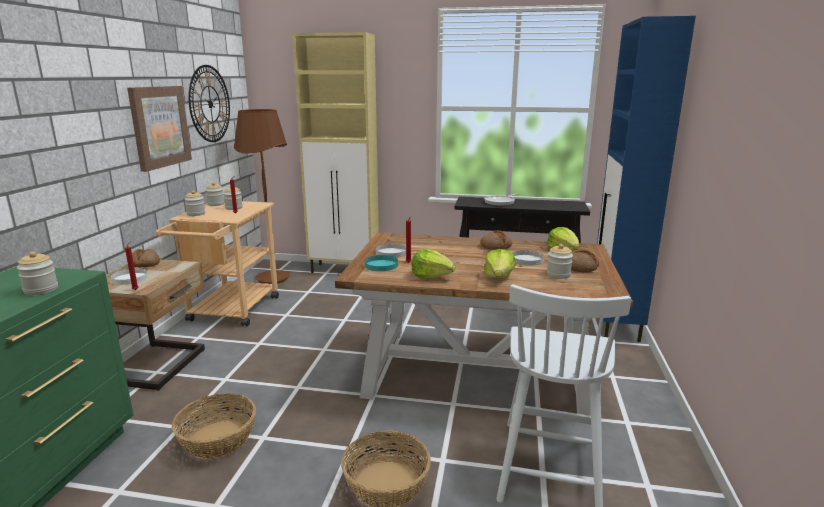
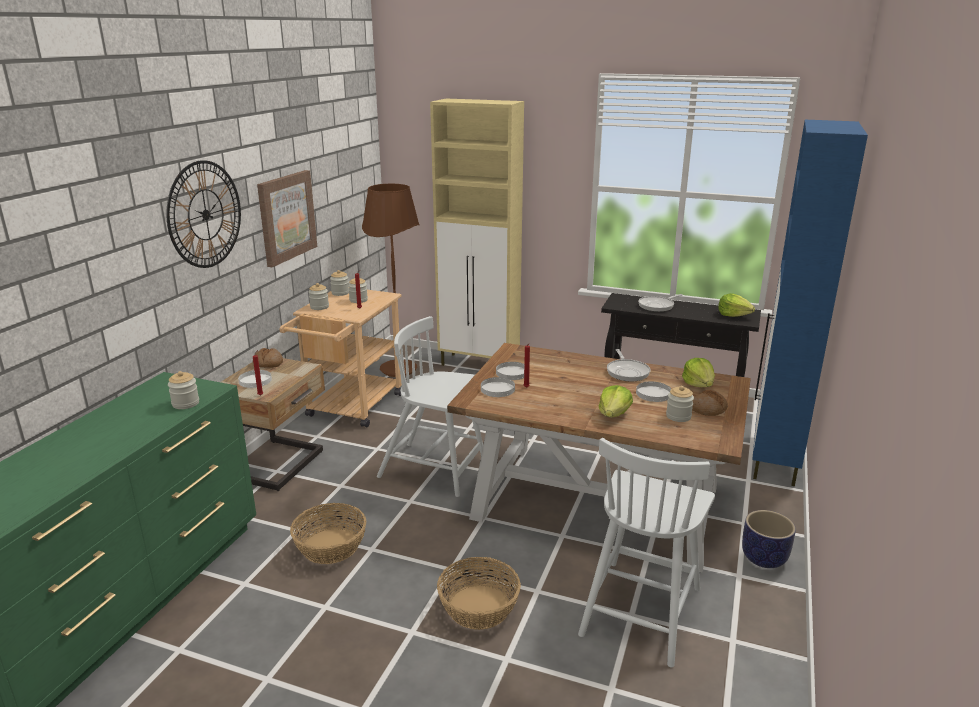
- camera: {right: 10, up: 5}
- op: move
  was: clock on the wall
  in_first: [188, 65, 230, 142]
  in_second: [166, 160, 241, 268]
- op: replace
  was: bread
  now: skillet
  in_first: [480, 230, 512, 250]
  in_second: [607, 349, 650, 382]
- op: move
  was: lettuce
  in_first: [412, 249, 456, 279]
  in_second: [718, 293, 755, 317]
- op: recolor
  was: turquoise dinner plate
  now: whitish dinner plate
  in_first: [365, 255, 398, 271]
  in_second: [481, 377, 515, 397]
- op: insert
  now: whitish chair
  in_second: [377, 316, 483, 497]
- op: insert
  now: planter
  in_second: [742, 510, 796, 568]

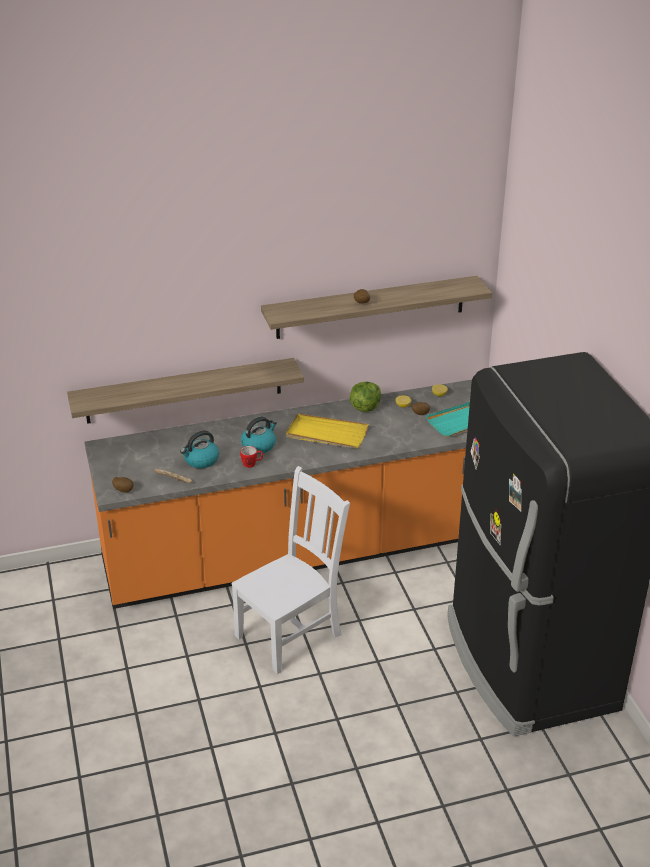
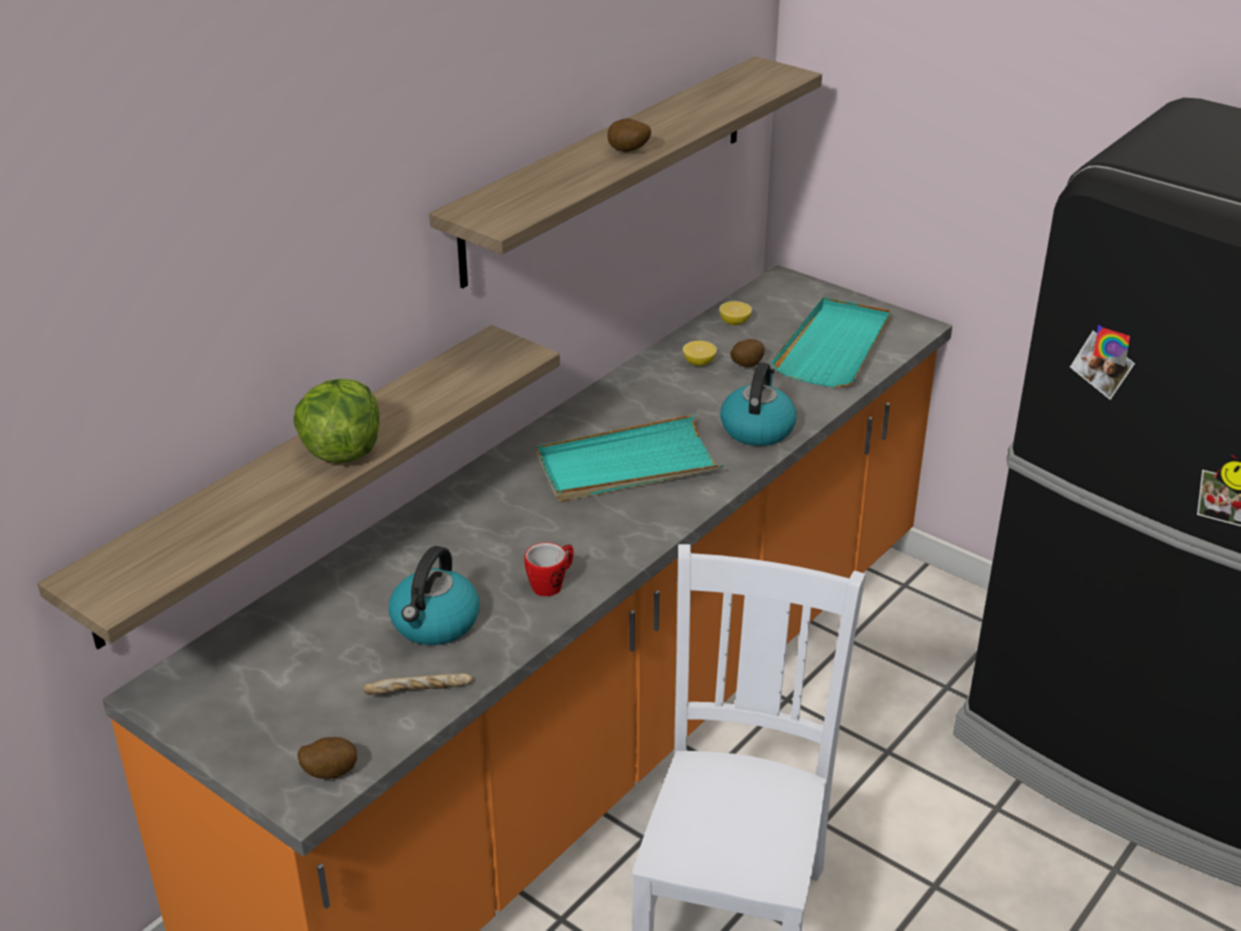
- camera: {right: -35, up: 0}
- op: move
  was: lettuce
  in_first: [350, 382, 381, 412]
  in_second: [293, 379, 379, 463]
- op: recolor
  was: yellow serving tray
  now: turquoise serving tray
  in_first: [286, 414, 368, 449]
  in_second: [536, 415, 724, 502]
- op: move
  was: tea kettle
  in_first: [241, 417, 277, 454]
  in_second: [720, 363, 797, 446]

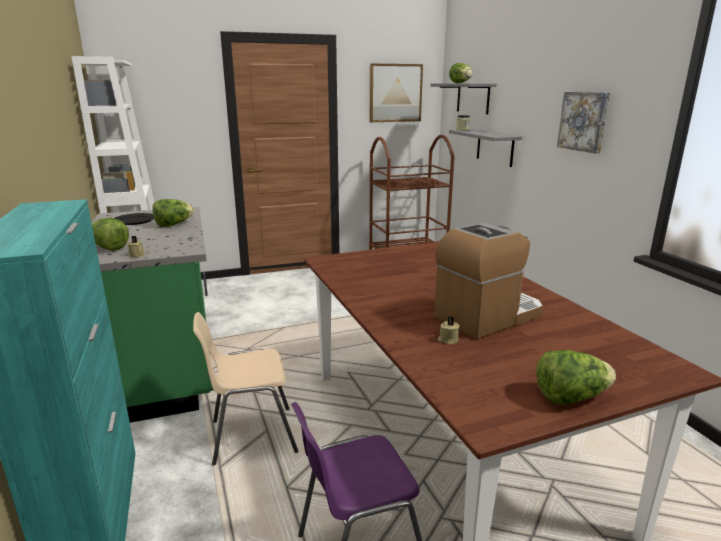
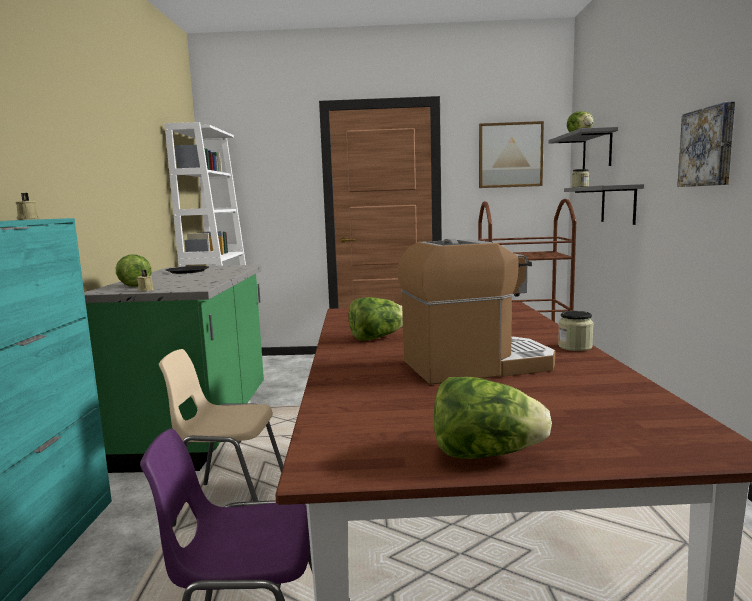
- camera: {right: 20, up: -10}
- op: move
  was: lettuce
  in_first: [152, 199, 194, 227]
  in_second: [349, 297, 403, 341]
- op: move
  was: beige candle
  in_first: [438, 317, 459, 345]
  in_second: [15, 193, 39, 220]
- op: insert
  now: jar
  in_second: [558, 311, 593, 351]

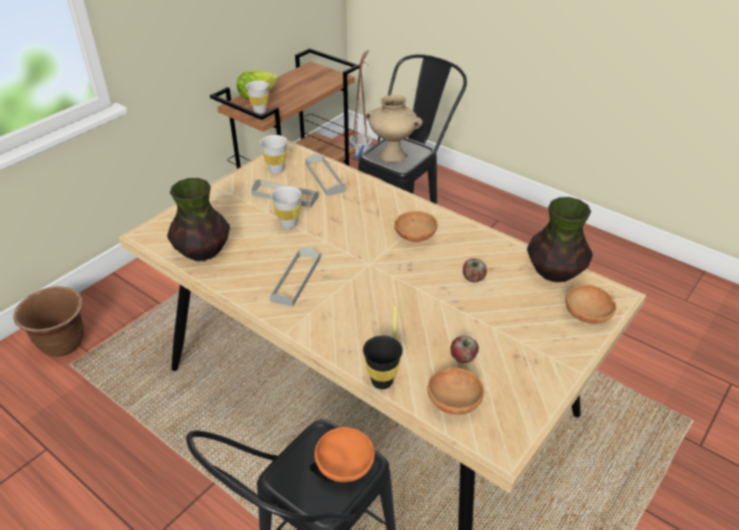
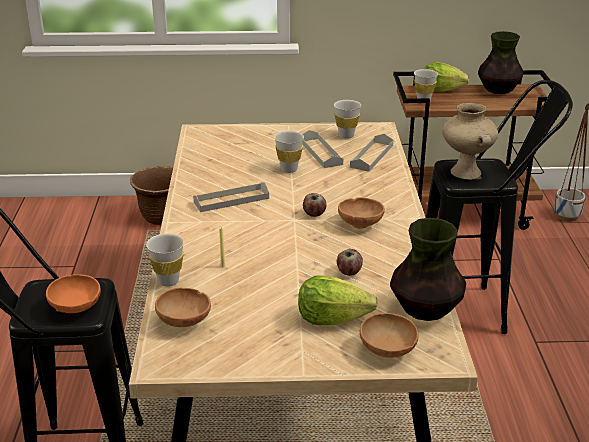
- camera: {right: 50, up: -10}
- op: move
  was: decorative vase
  in_first: [167, 178, 230, 261]
  in_second: [478, 31, 524, 94]
- op: recolor
  was: black small cup
  now: whitish small cup
  in_first: [363, 335, 403, 389]
  in_second: [146, 234, 184, 287]
- op: move
  was: apple fruit
  in_first: [450, 336, 479, 363]
  in_second: [303, 193, 326, 217]
- op: insert
  now: lettuce
  in_second: [298, 275, 378, 325]

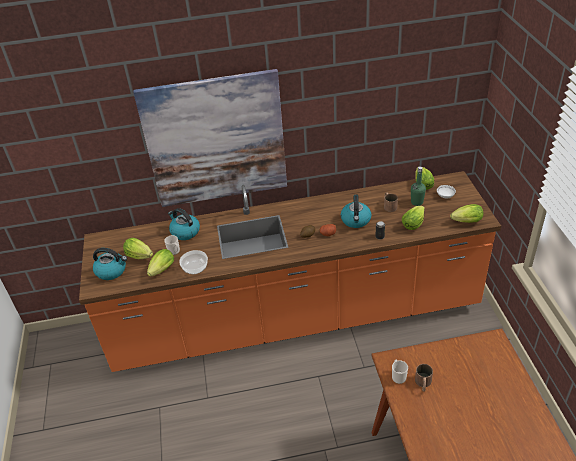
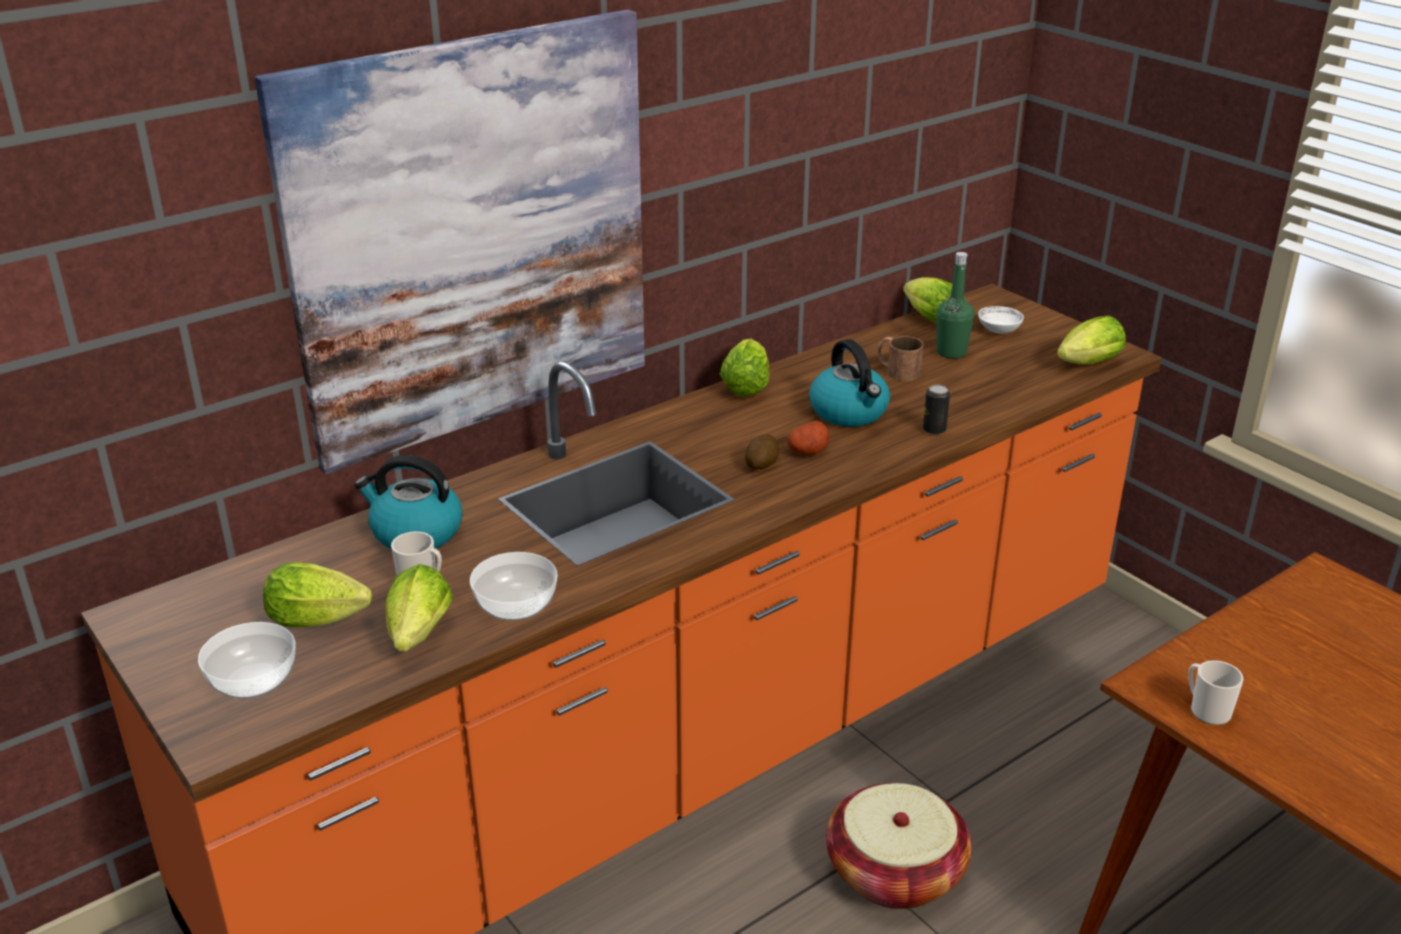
- camera: {right: -30, up: -10}
- op: move
  was: lettuce
  in_first: [402, 206, 425, 230]
  in_second: [720, 339, 769, 396]
- op: replace
  was: tea kettle
  now: deep dish
  in_first: [93, 248, 127, 280]
  in_second: [198, 622, 296, 699]
- op: delete
  was: brown-coloured coffee mug
  in_first: [415, 364, 433, 392]
- op: insert
  now: storage basket
  in_second: [826, 783, 972, 909]

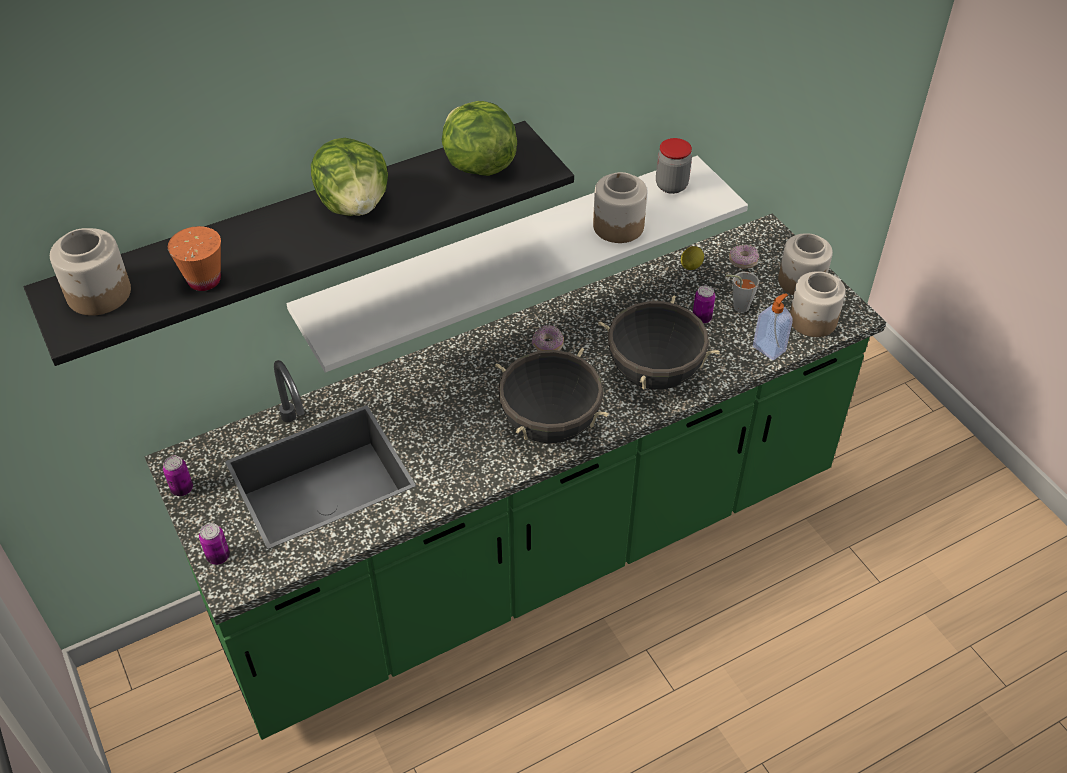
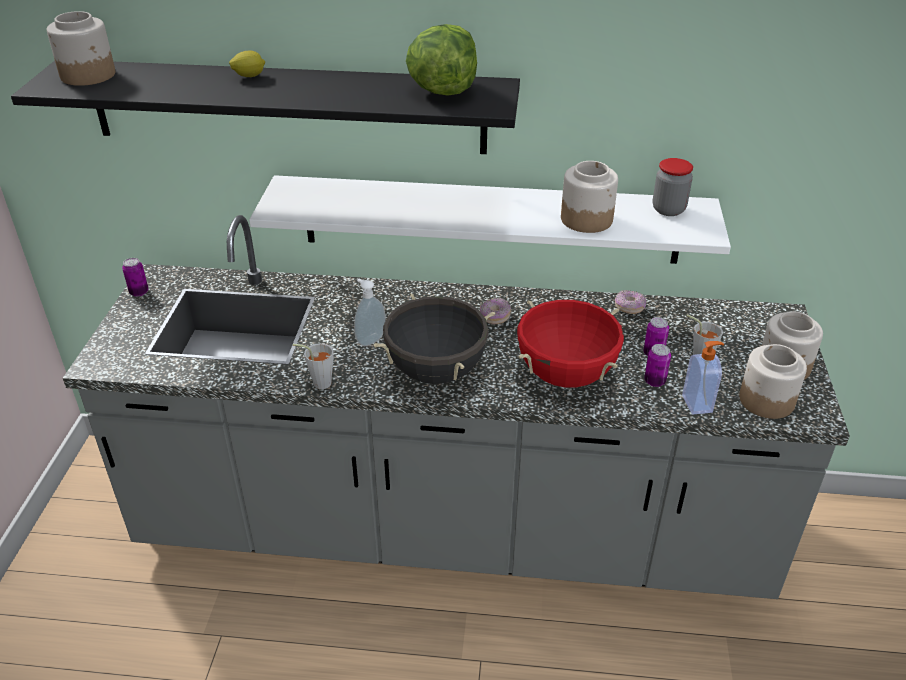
- camera: {right: 35, up: -10}
- op: delete
  was: lettuce
  in_first: [311, 138, 388, 216]
- op: recolor
  was: green counter
  now: gray counter
  in_first: [144, 213, 886, 740]
  in_second: [63, 215, 850, 599]
- op: delete
  was: orangey small cup
  in_first: [168, 226, 221, 291]
- op: move
  was: ring doughnut
  in_first: [729, 245, 759, 269]
  in_second: [615, 290, 646, 314]
- op: move
  was: whole lemon
  in_first: [681, 246, 704, 270]
  in_second: [229, 51, 265, 77]
- op: recolor
  was: black cooking pot
  now: red cooking pot
  in_first: [598, 296, 720, 390]
  in_second: [517, 300, 624, 388]
- op: move
  was: sealed can
  in_first: [199, 523, 230, 565]
  in_second: [644, 344, 671, 387]
- op: insert
  now: liquid soap bottle
  in_second: [354, 278, 386, 346]
- op: insert
  now: gray small cup
  in_second: [293, 343, 334, 389]

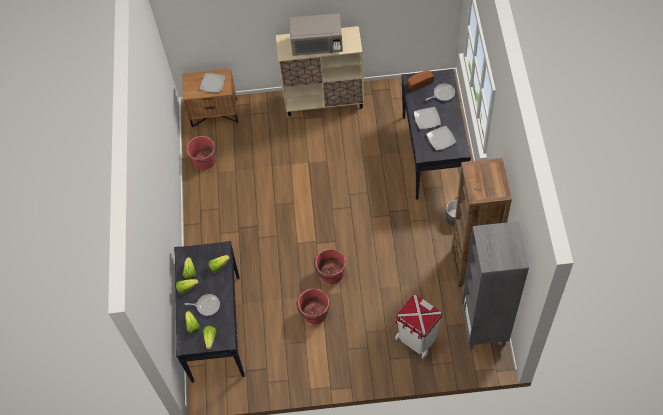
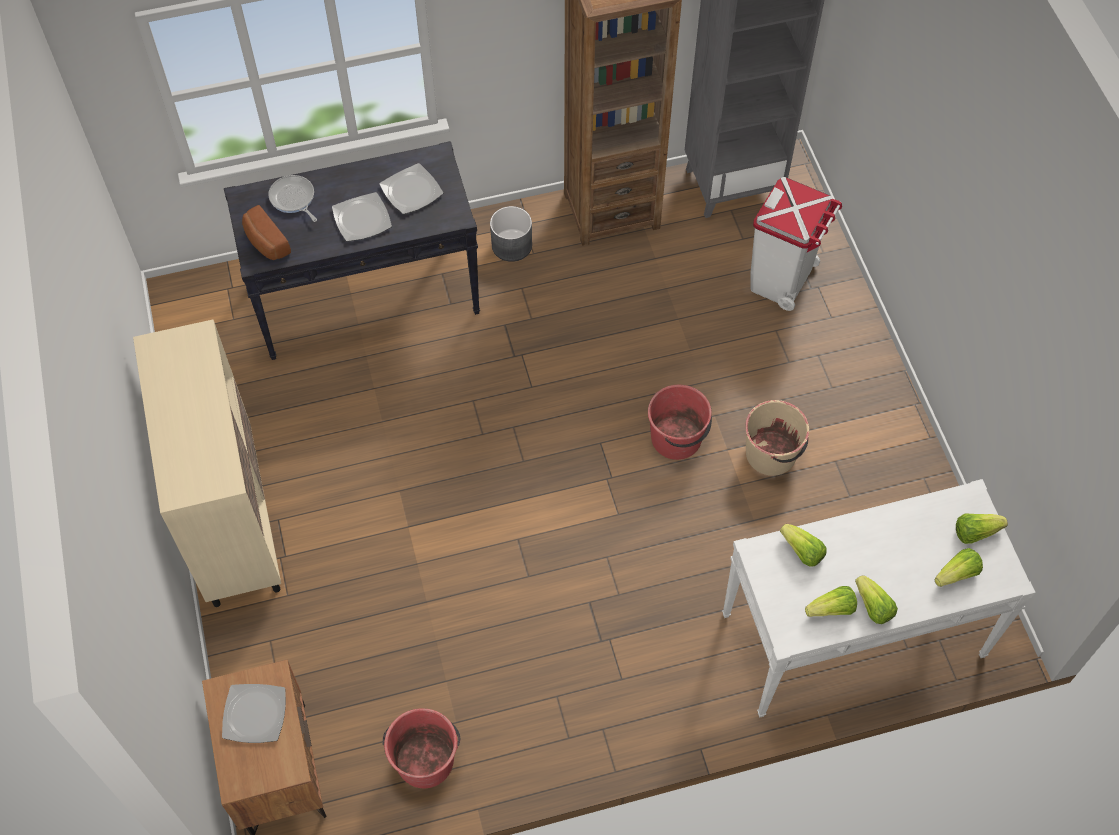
- camera: {right: -105, up: 0}
- op: delete
  was: gray microwave
  in_first: [289, 13, 343, 56]
- op: recolor
  was: black hall table
  now: whitish hall table
  in_first: [174, 241, 245, 383]
  in_second: [722, 479, 1036, 718]
- op: recolor
  was: red pail
  now: beige pail
  in_first: [297, 288, 329, 324]
  in_second: [745, 400, 809, 476]
- op: delete
  was: skillet
  in_first: [185, 294, 220, 316]

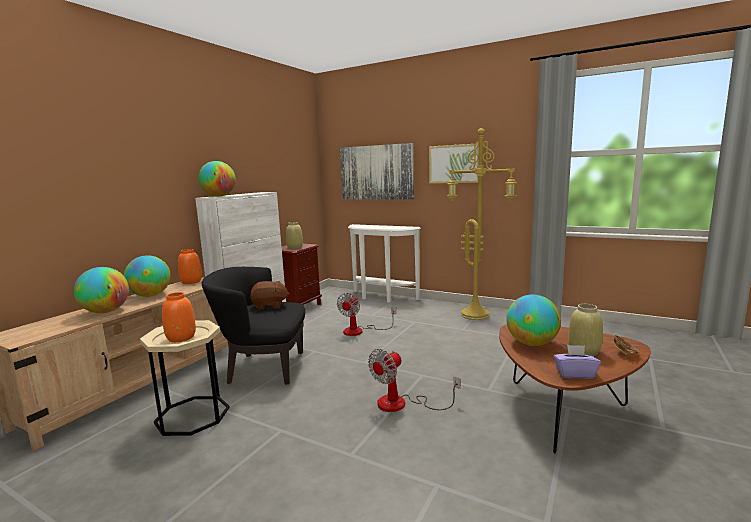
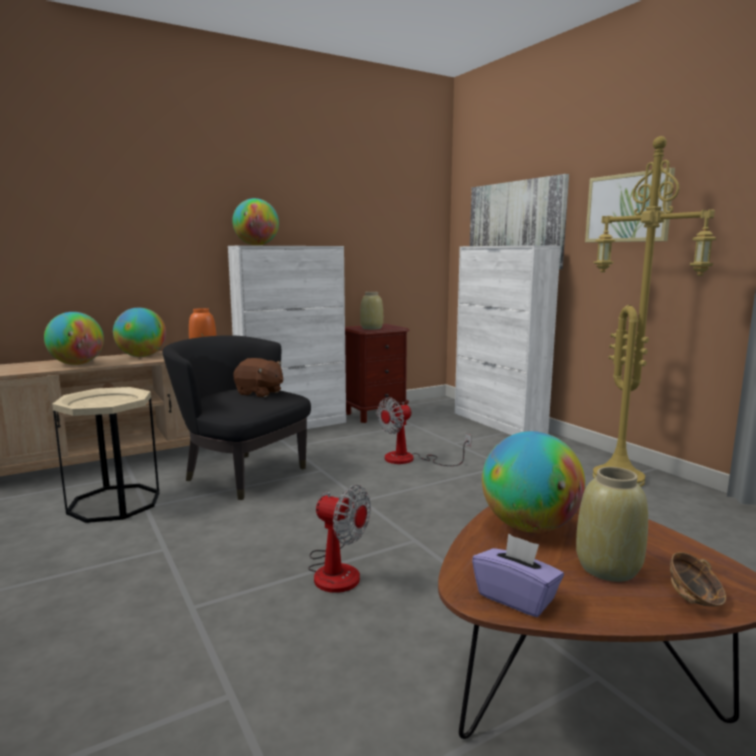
- camera: {right: 30, up: 0}
- op: replace
  was: whitish hall table
  now: whitish storage cabinet
  in_first: [348, 224, 421, 303]
  in_second: [455, 245, 561, 435]
- op: delete
  was: orangey decorative vase
  in_first: [162, 292, 196, 342]
- op: rotate
  was: fan
  in_first: [368, 349, 460, 412]
  in_second: [308, 485, 371, 593]
  clockwise: -135

